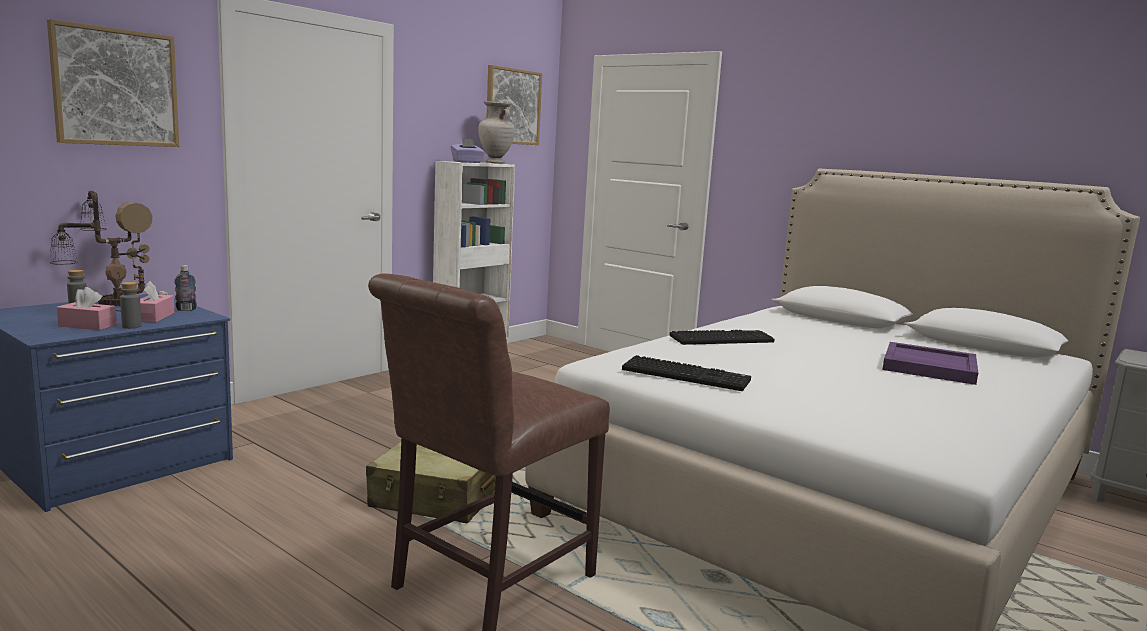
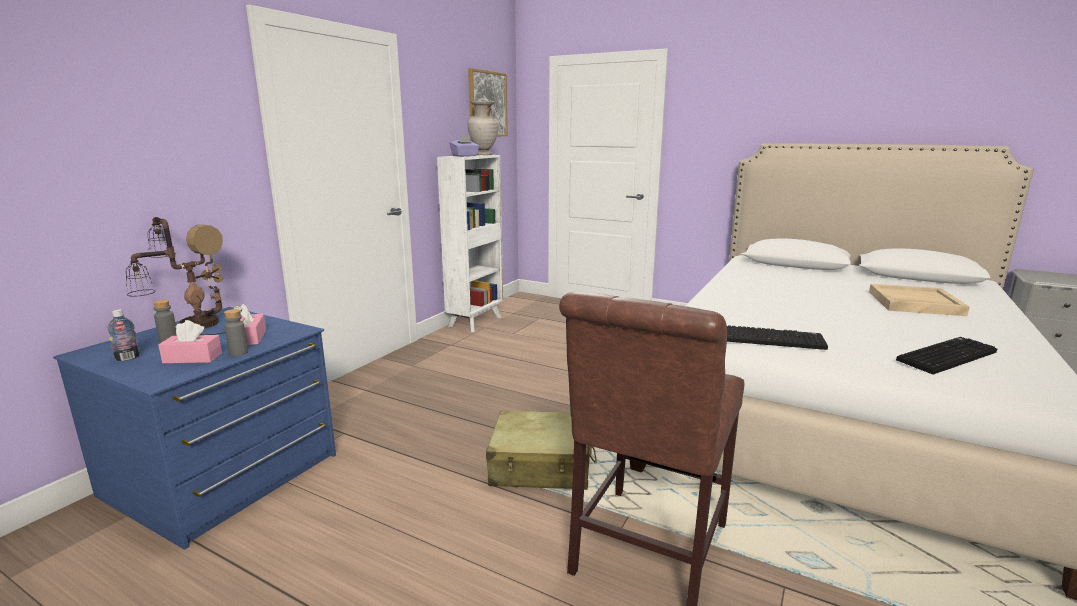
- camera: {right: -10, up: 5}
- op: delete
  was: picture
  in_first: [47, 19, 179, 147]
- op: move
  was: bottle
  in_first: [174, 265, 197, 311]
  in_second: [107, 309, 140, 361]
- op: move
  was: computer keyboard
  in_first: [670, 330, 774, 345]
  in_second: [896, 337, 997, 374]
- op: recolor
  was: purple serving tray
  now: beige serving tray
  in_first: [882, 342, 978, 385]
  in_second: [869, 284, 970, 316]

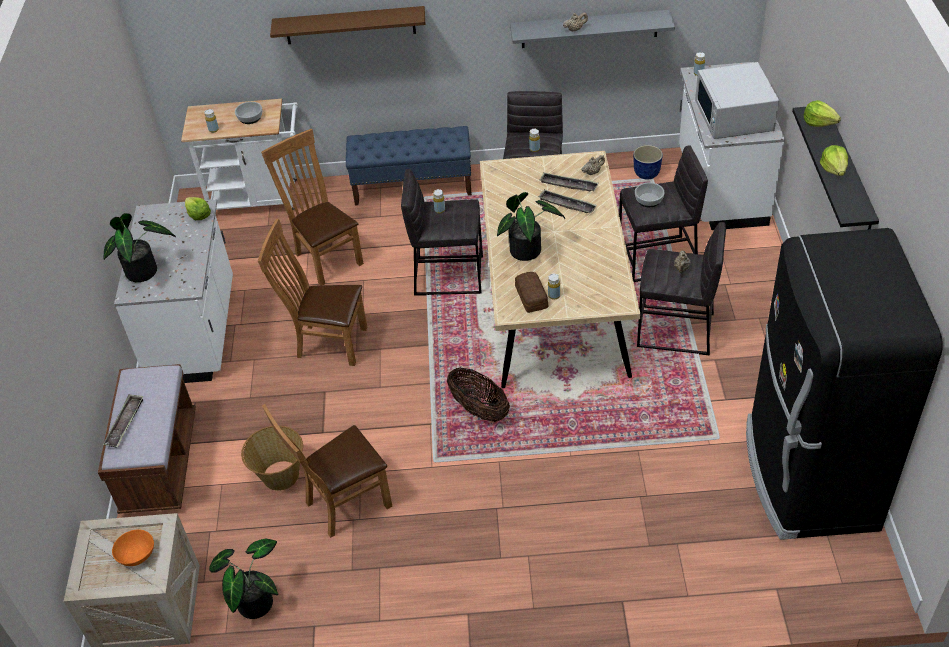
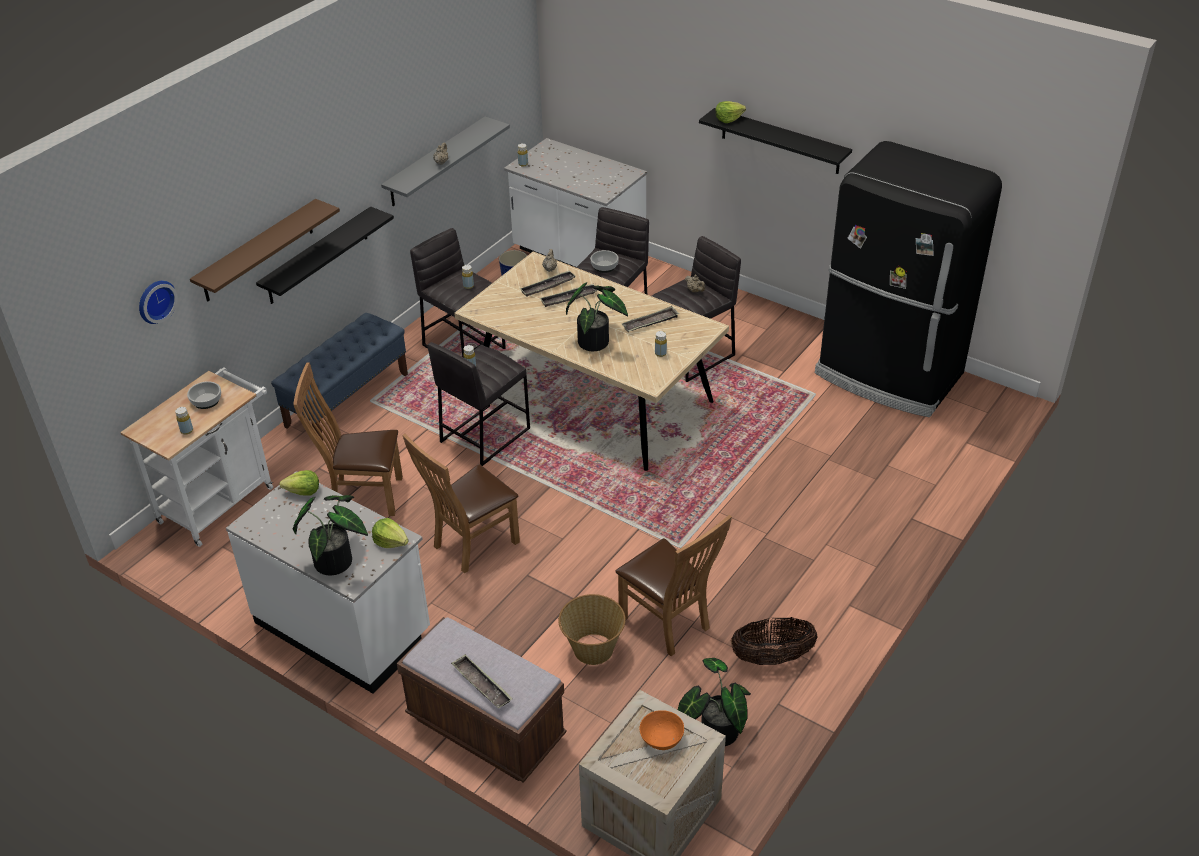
- camera: {right: -55, up: -5}
- op: delete
  was: whitish microwave
  in_first: [695, 62, 779, 139]
- op: move
  was: lettuce
  in_first: [820, 145, 848, 176]
  in_second: [372, 518, 409, 548]
- op: delete
  was: bread
  in_first: [515, 272, 548, 313]
- op: move
  was: storage basket
  in_first: [447, 367, 510, 422]
  in_second: [731, 617, 818, 665]
- op: rotate
  was: brown-coloured chair
  in_first: [262, 404, 392, 538]
  in_second: [616, 515, 732, 656]
  clockwise: -45
- op: insert
  now: black wall shelf
  in_second: [256, 206, 394, 304]
- op: insert
  now: clock on the wall
  in_second: [139, 281, 178, 324]
- op: insert
  now: serving tray
  in_second: [622, 306, 679, 332]

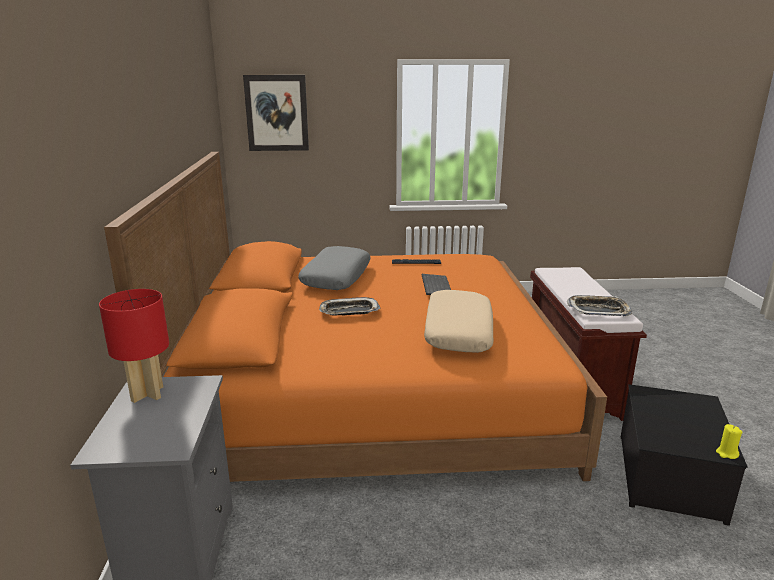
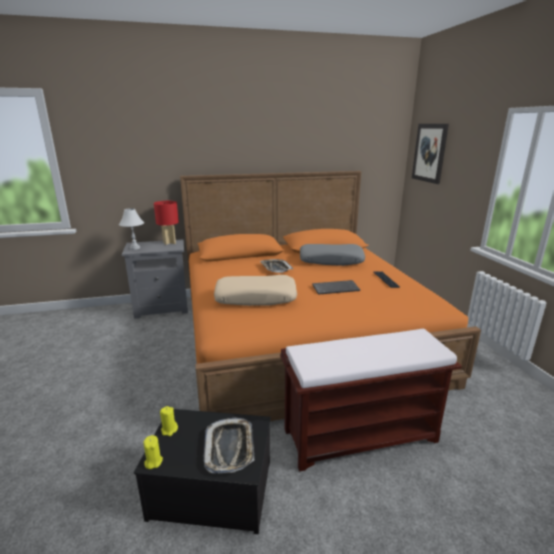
- camera: {right: 80, up: 0}
- op: move
  was: serving tray
  in_first: [567, 295, 632, 316]
  in_second: [203, 418, 254, 473]
- op: insert
  now: whitish tabletop lamp
  in_second: [119, 208, 144, 250]
- op: insert
  now: yellow candle
  in_second: [160, 406, 178, 436]

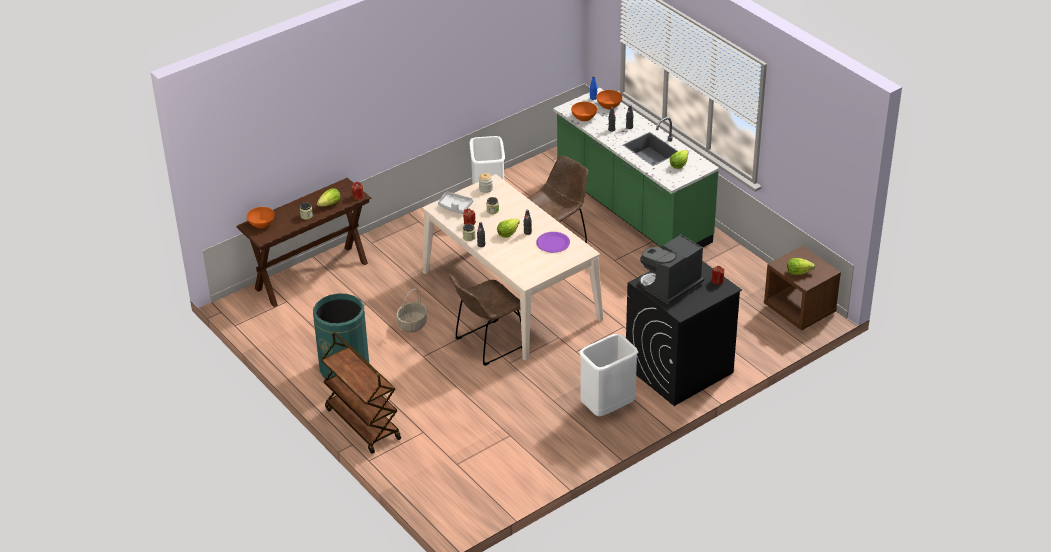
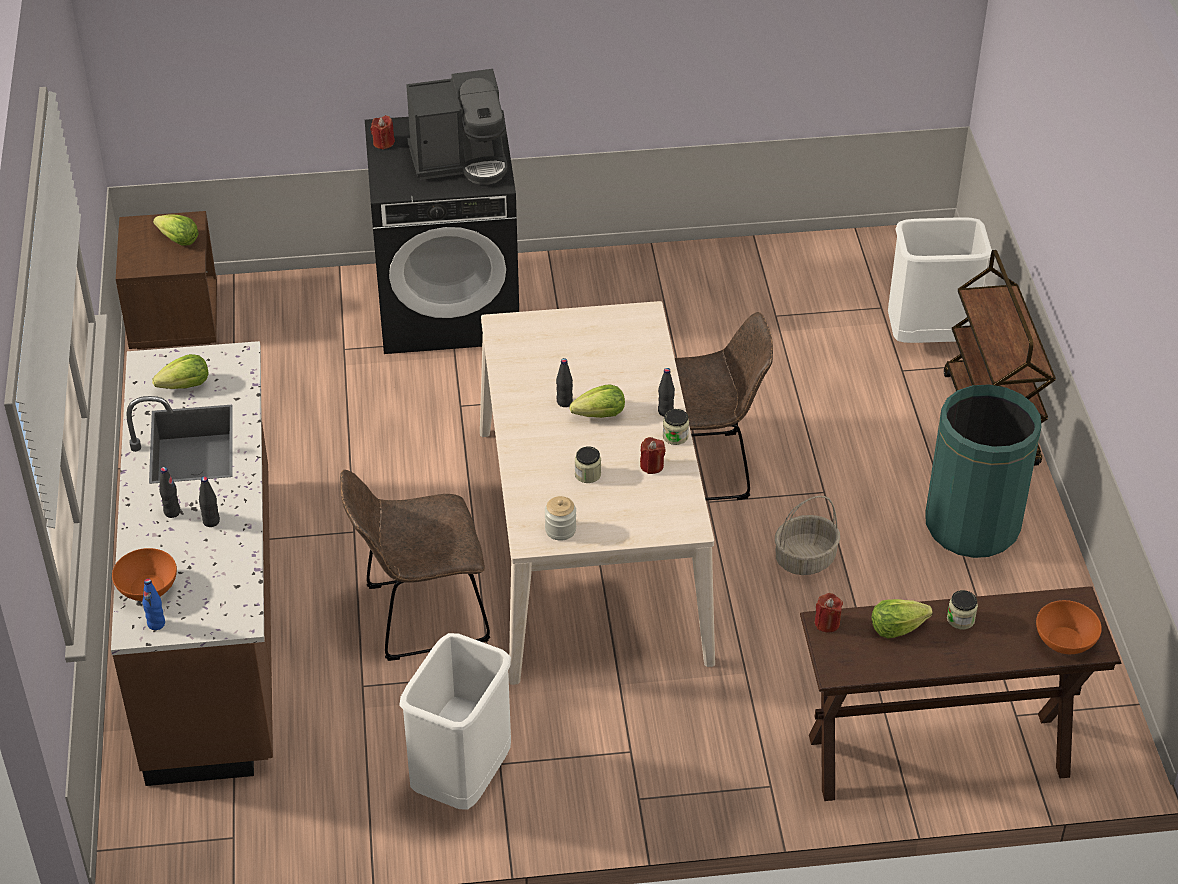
- camera: {right: -150, up: 5}
- op: recolor
  was: green counter
  now: brown-coloured counter
  in_first: [553, 88, 719, 248]
  in_second: [111, 341, 273, 786]
- op: delete
  was: orangey deep dish
  in_first: [571, 102, 597, 121]
- op: delete
  was: gray serving tray
  in_first: [438, 191, 473, 214]
- op: delete
  was: purple dinner plate
  in_first: [537, 232, 570, 253]
- op: move
  was: whitish waste bin
  in_first: [579, 334, 639, 416]
  in_second: [888, 217, 992, 343]

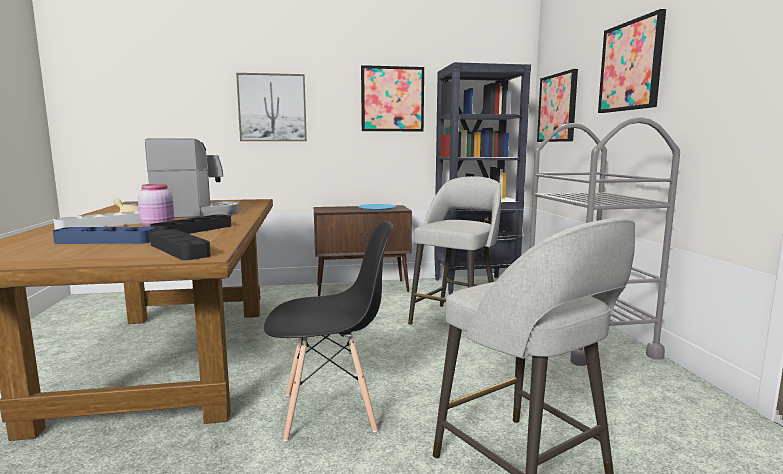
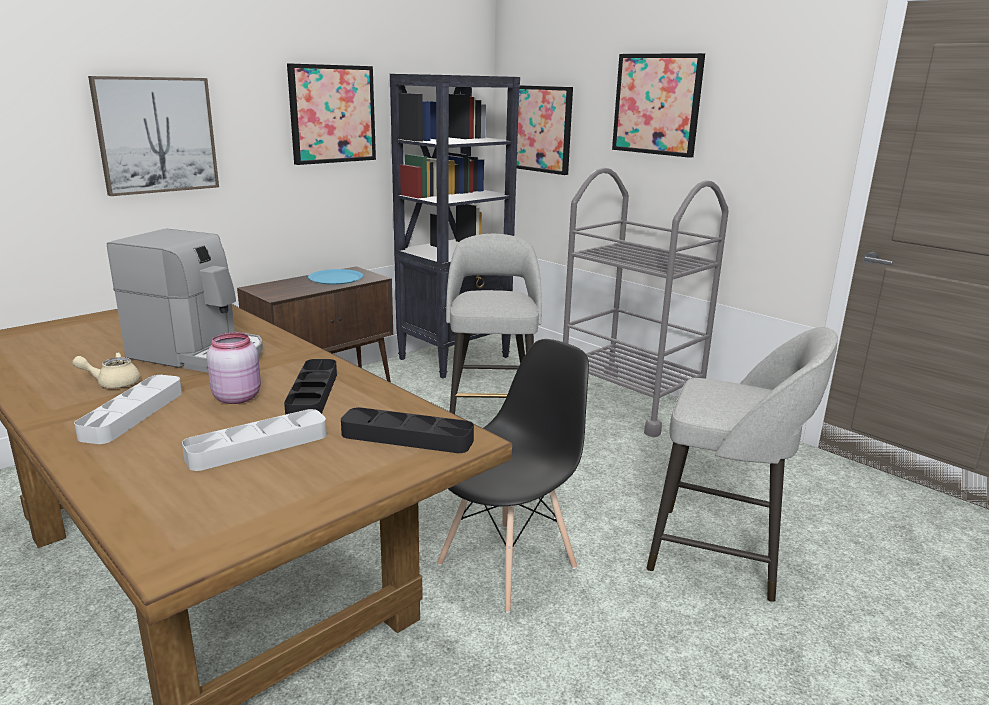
- camera: {right: -35, up: 10}
- op: rotate
  was: coffee maker
  in_first: [145, 138, 239, 218]
  in_second: [107, 229, 263, 373]
  clockwise: 75
- op: recolor
  was: blue serving tray
  now: gray serving tray
  in_first: [53, 227, 155, 244]
  in_second: [182, 409, 327, 471]

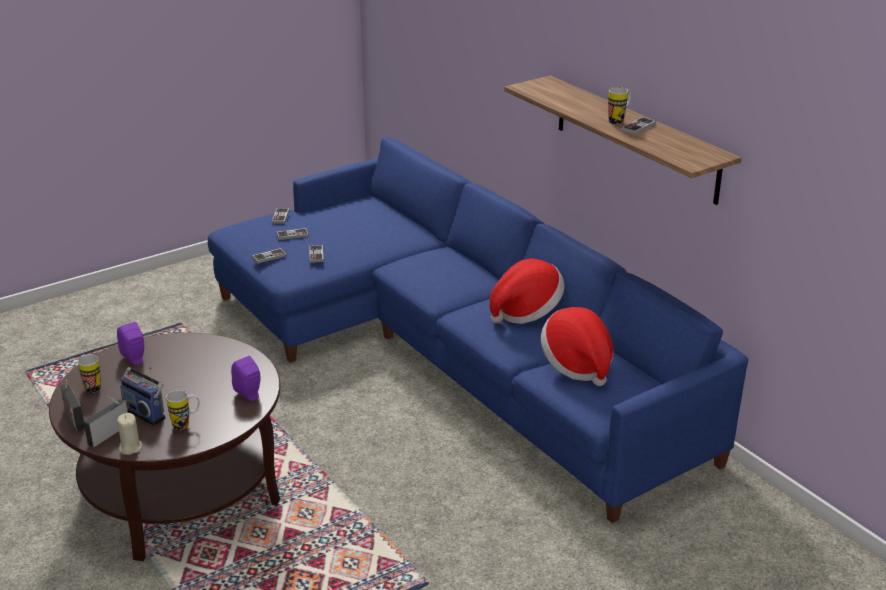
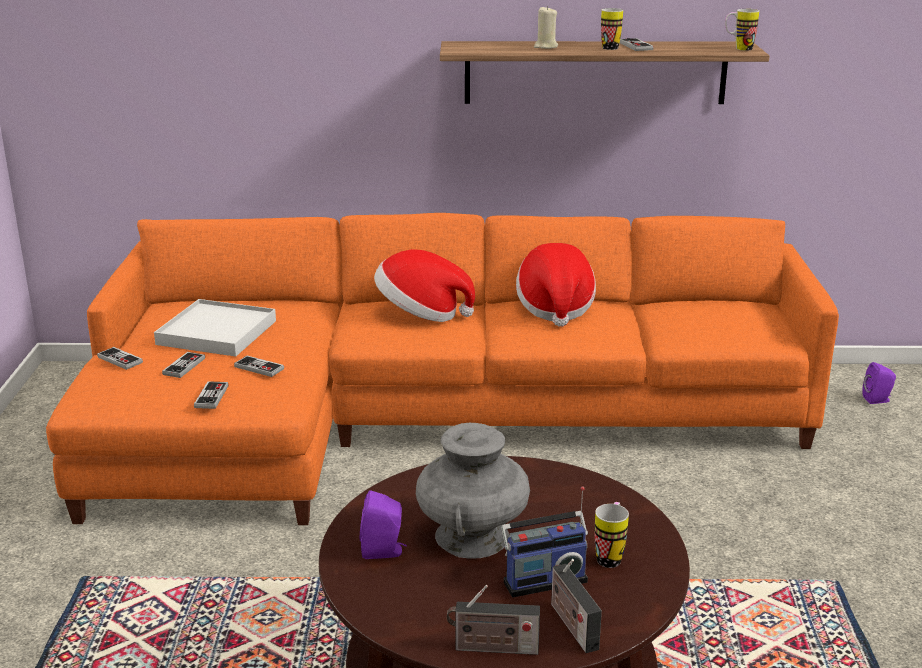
- camera: {right: -55, up: -5}
- op: recolor
  was: blue sofa
  now: orangey sofa
  in_first: [208, 137, 748, 523]
  in_second: [46, 213, 839, 525]
- op: move
  was: hat
  in_first: [541, 307, 614, 386]
  in_second: [374, 249, 475, 322]
- op: move
  was: coffee mug
  in_first: [78, 354, 101, 393]
  in_second: [725, 9, 759, 51]
- op: move
  was: purple audio speaker
  in_first: [231, 356, 260, 401]
  in_second: [862, 362, 896, 404]
- op: move
  was: beige candle
  in_first: [117, 413, 142, 455]
  in_second: [534, 6, 558, 49]
- op: insert
  now: whitish serving tray
  in_second: [154, 299, 276, 357]
- op: insert
  now: gray decorative vase
  in_second: [416, 423, 530, 559]

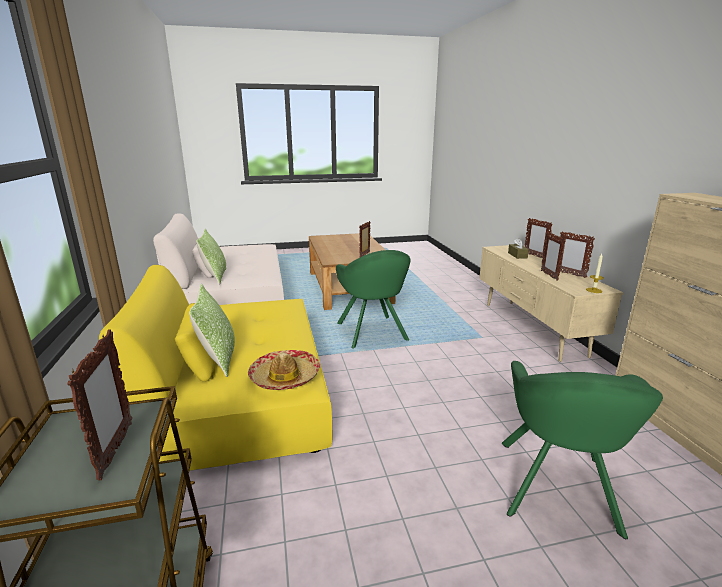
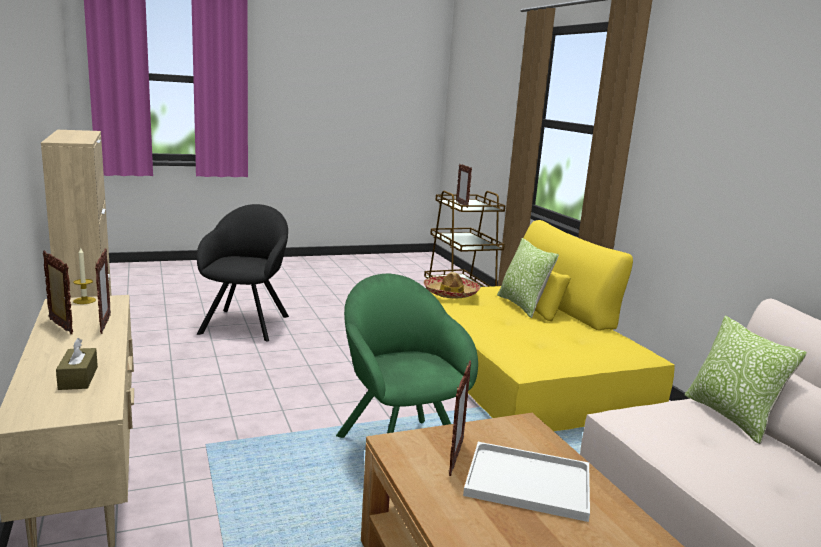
- camera: {right: 170, up: -5}
- op: delete
  was: standing frame
  in_first: [525, 218, 553, 258]
- op: recolor
  was: green armchair
  now: black armchair
  in_first: [502, 361, 663, 539]
  in_second: [197, 204, 289, 342]
- op: insert
  now: whitish serving tray
  in_second: [463, 442, 590, 522]

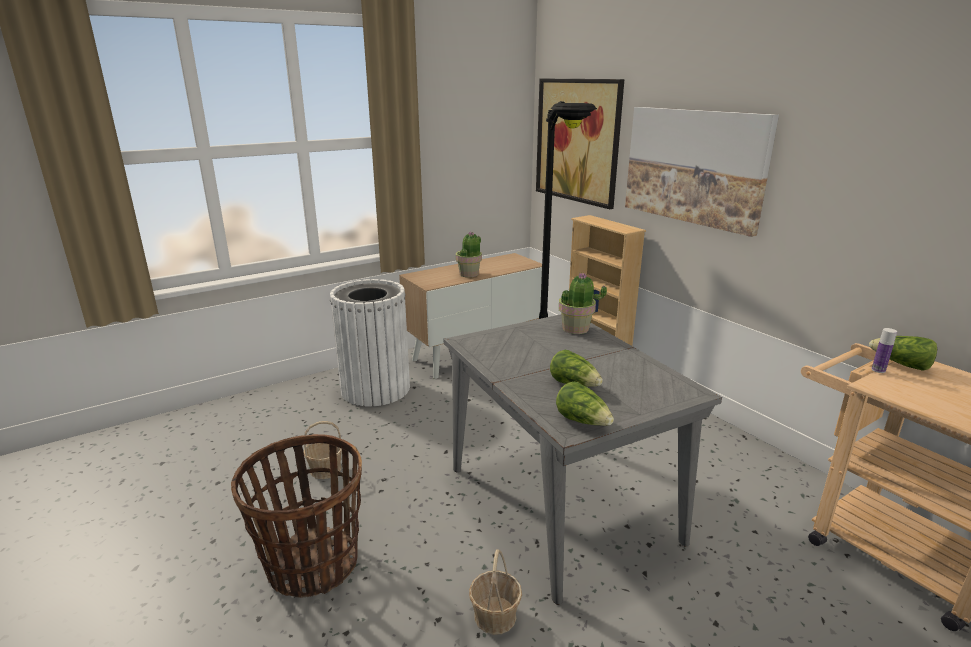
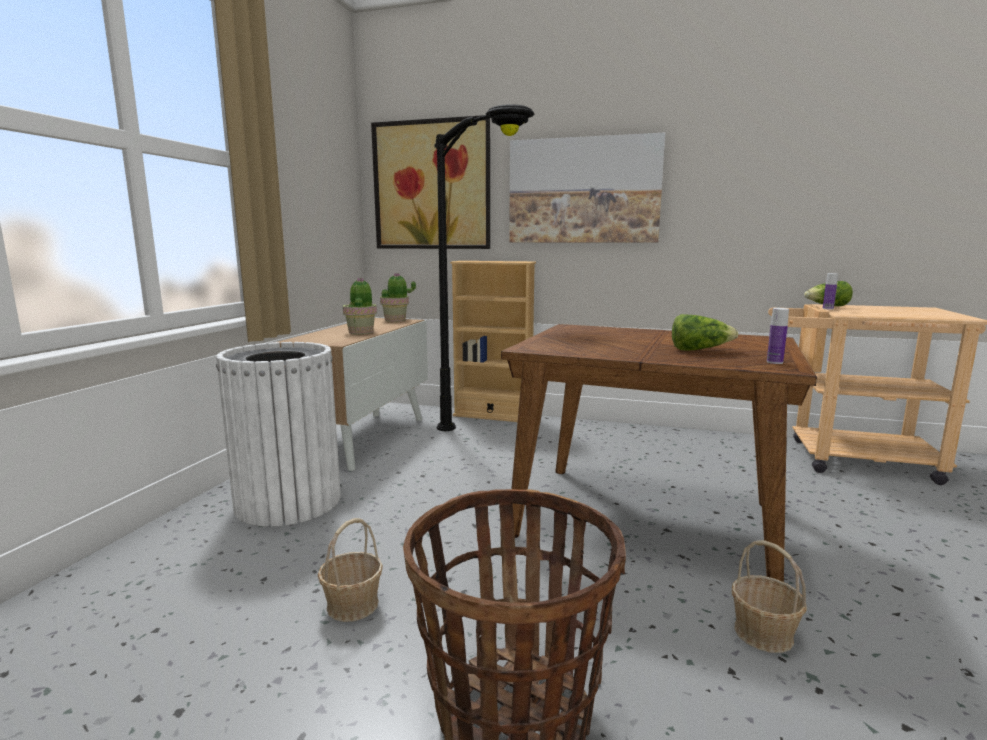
- camera: {right: -40, up: -10}
- op: move
  was: houseplant
  in_first: [559, 272, 607, 334]
  in_second: [380, 273, 416, 322]
- op: recolor
  was: gray kitchen table
  now: brown-coloured kitchen table
  in_first: [444, 314, 722, 605]
  in_second: [501, 324, 817, 582]
- op: replace
  was: lettuce
  now: bottle
  in_first: [556, 382, 614, 426]
  in_second: [767, 308, 789, 364]

